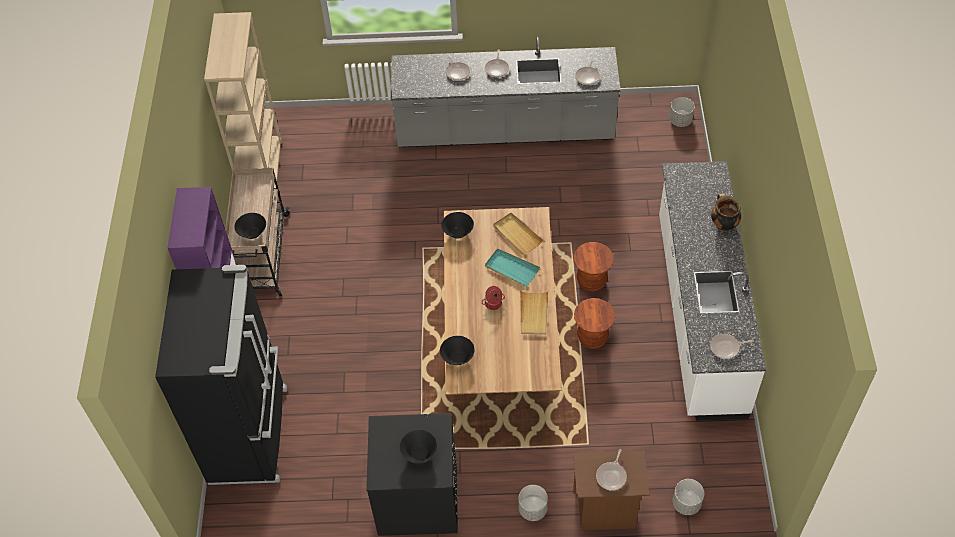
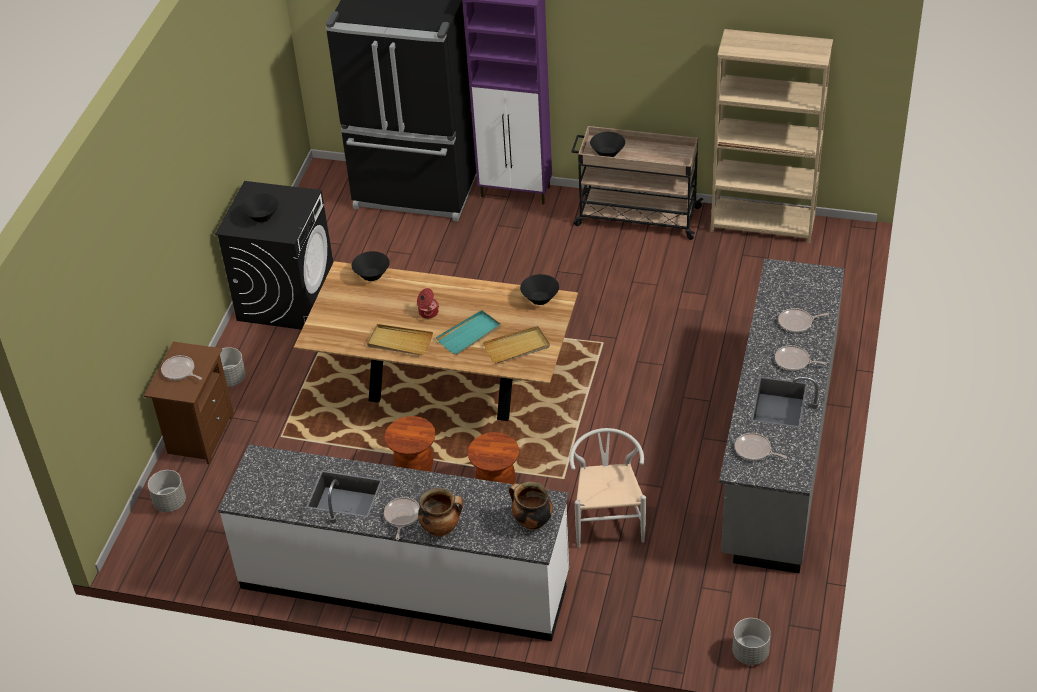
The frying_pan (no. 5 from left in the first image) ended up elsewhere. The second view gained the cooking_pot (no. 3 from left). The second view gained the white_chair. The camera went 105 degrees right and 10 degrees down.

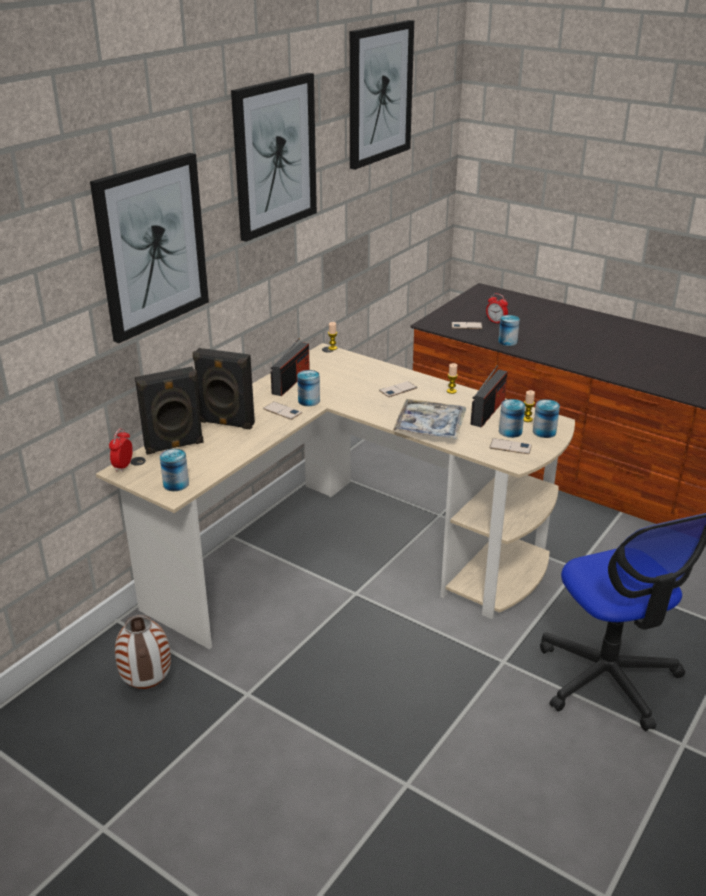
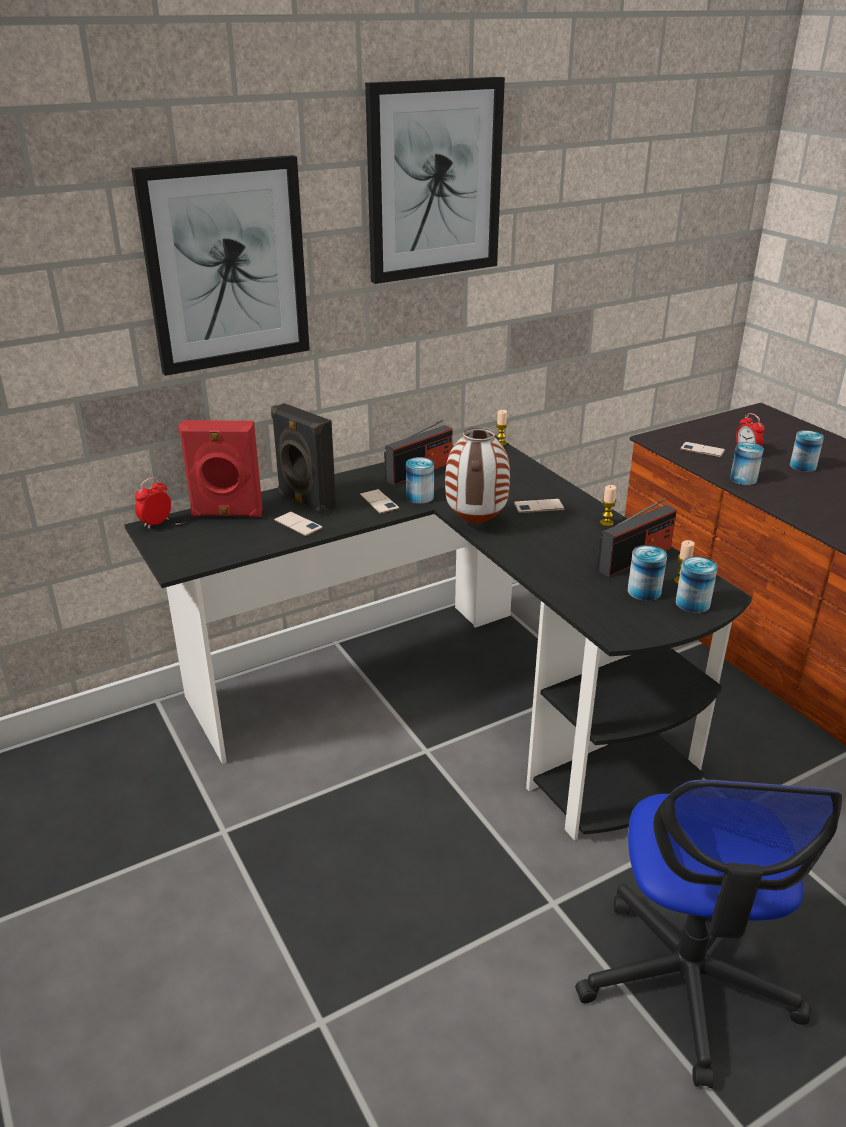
What was the beige_desk turned into the black_desk. What was the black_speaker (no. 1 from left) turned into the red_speaker. The phone (no. 4 from left in the first image) ended up elsewhere. The vase ended up elsewhere. The can (no. 1 from left in the first image) ended up elsewhere. The second view lost the picture (no. 3 from left). The second view lost the tray. The camera went 25 degrees right and 0 degrees up.

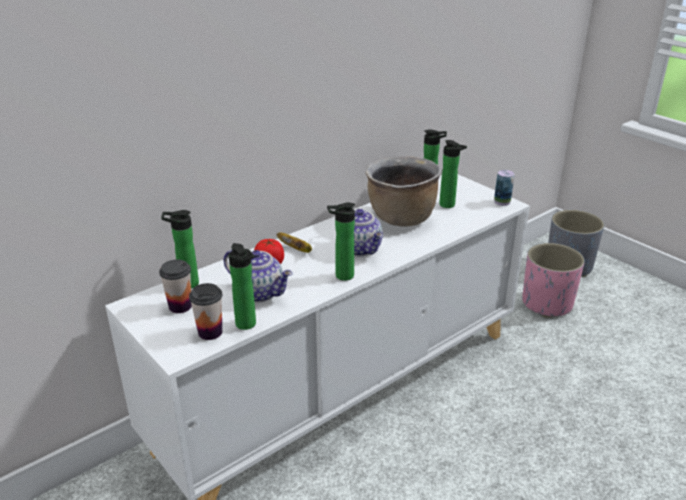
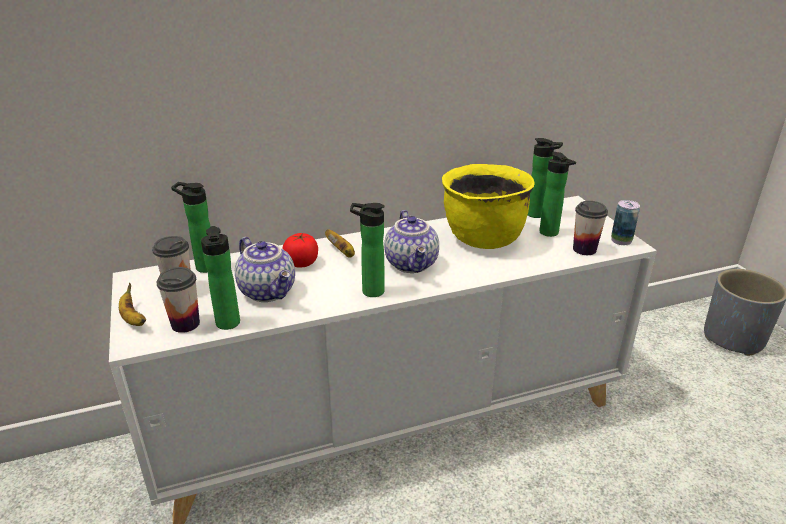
The second view gained the banana (no. 1 from left). What was the brown_cooking_pot turned into the yellow_cooking_pot. The second view gained the cup (no. 3 from left). The second view lost the pink_planter. The camera went 20 degrees right and 0 degrees up.

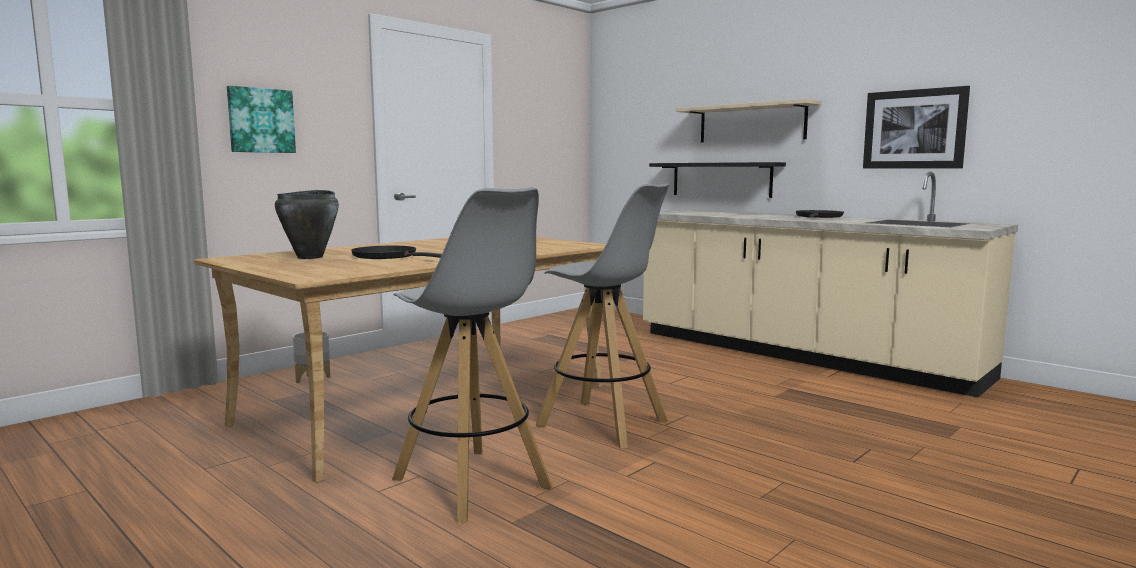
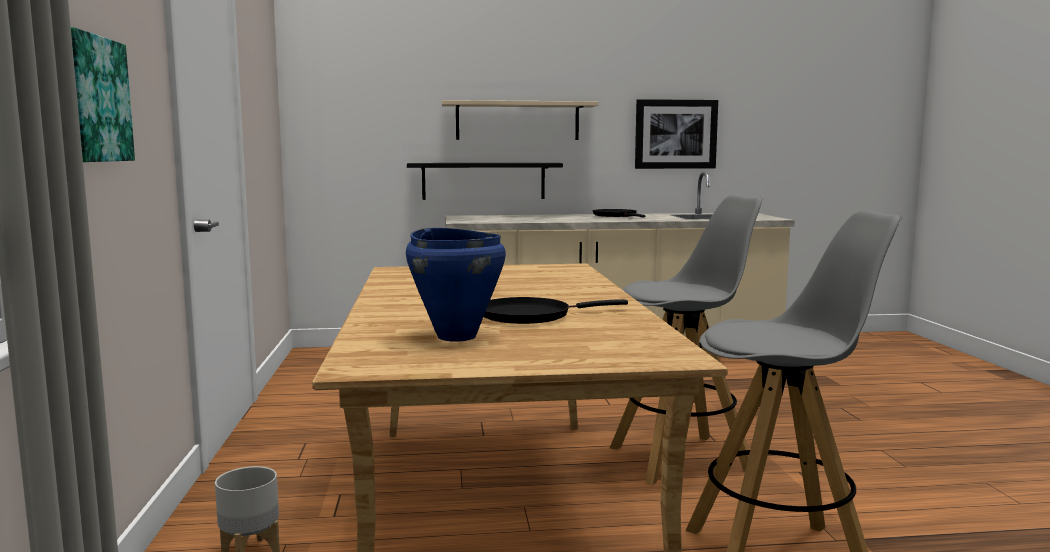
What was the black_cooking_pot turned into the blue_cooking_pot. The camera went 50 degrees left and 0 degrees up.

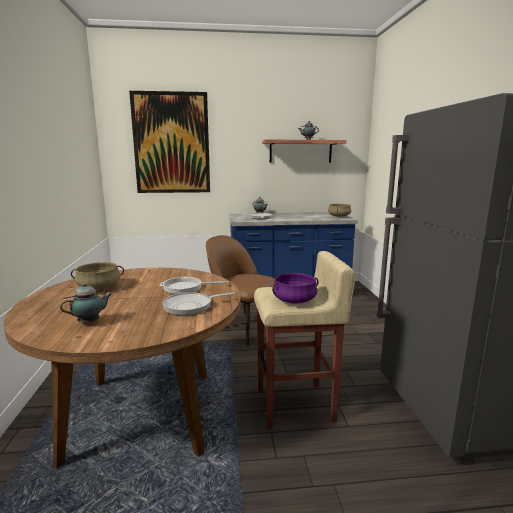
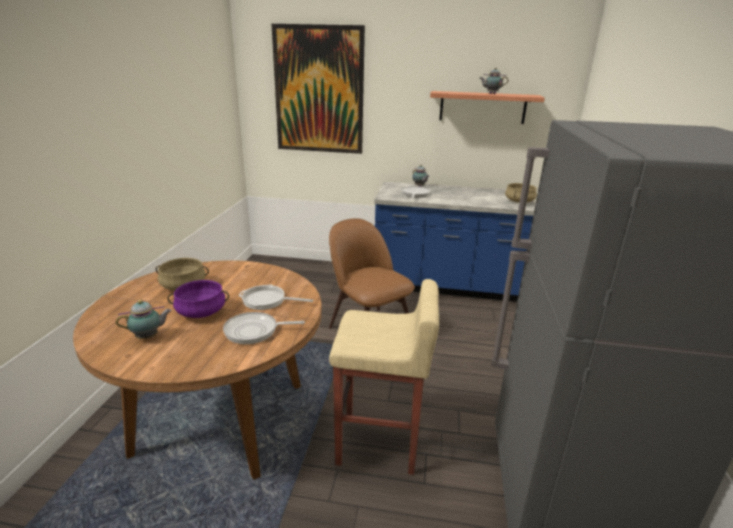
The purple_cooking_pot ended up elsewhere. The camera went 15 degrees right and 10 degrees up.

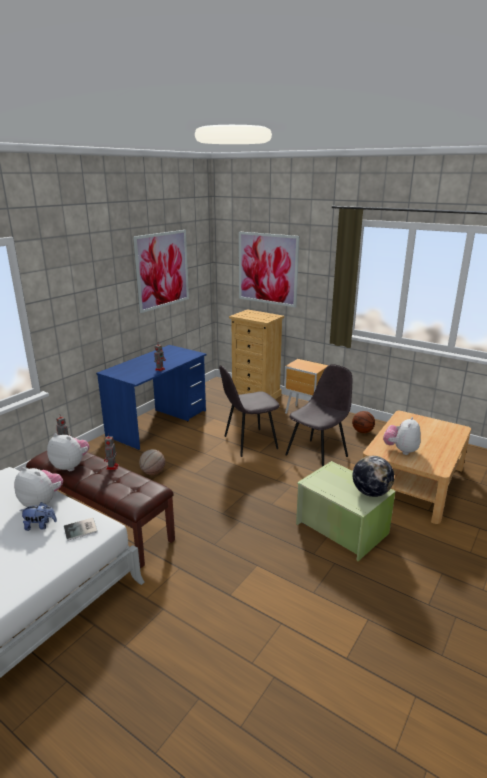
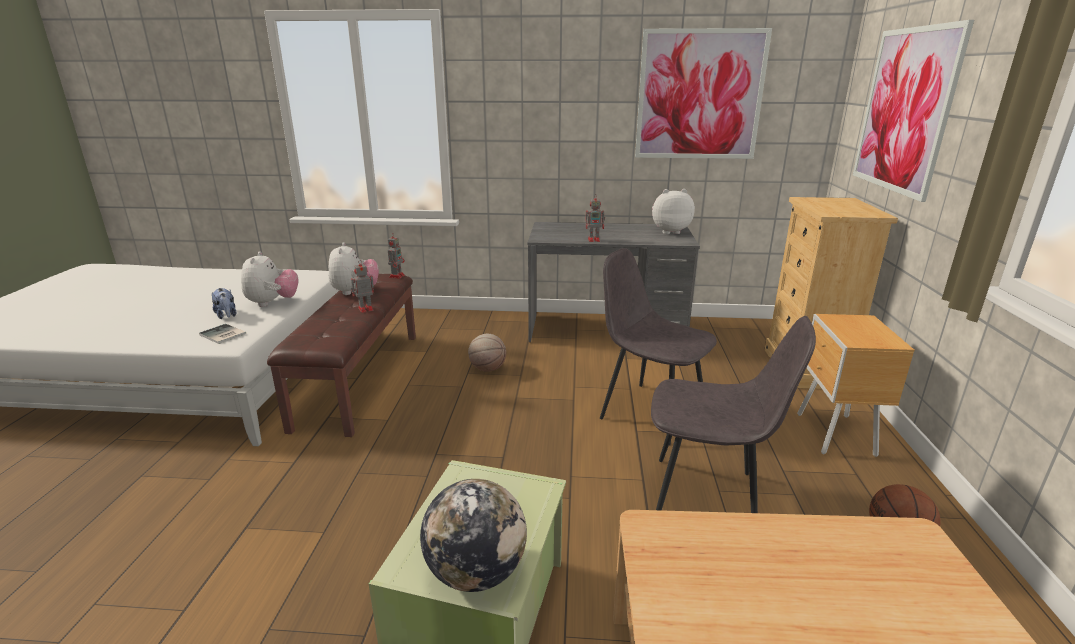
What was the blue_desk turned into the grey_desk. The plush_toy (no. 4 from left) ended up elsewhere. The camera went 60 degrees right and 0 degrees up.

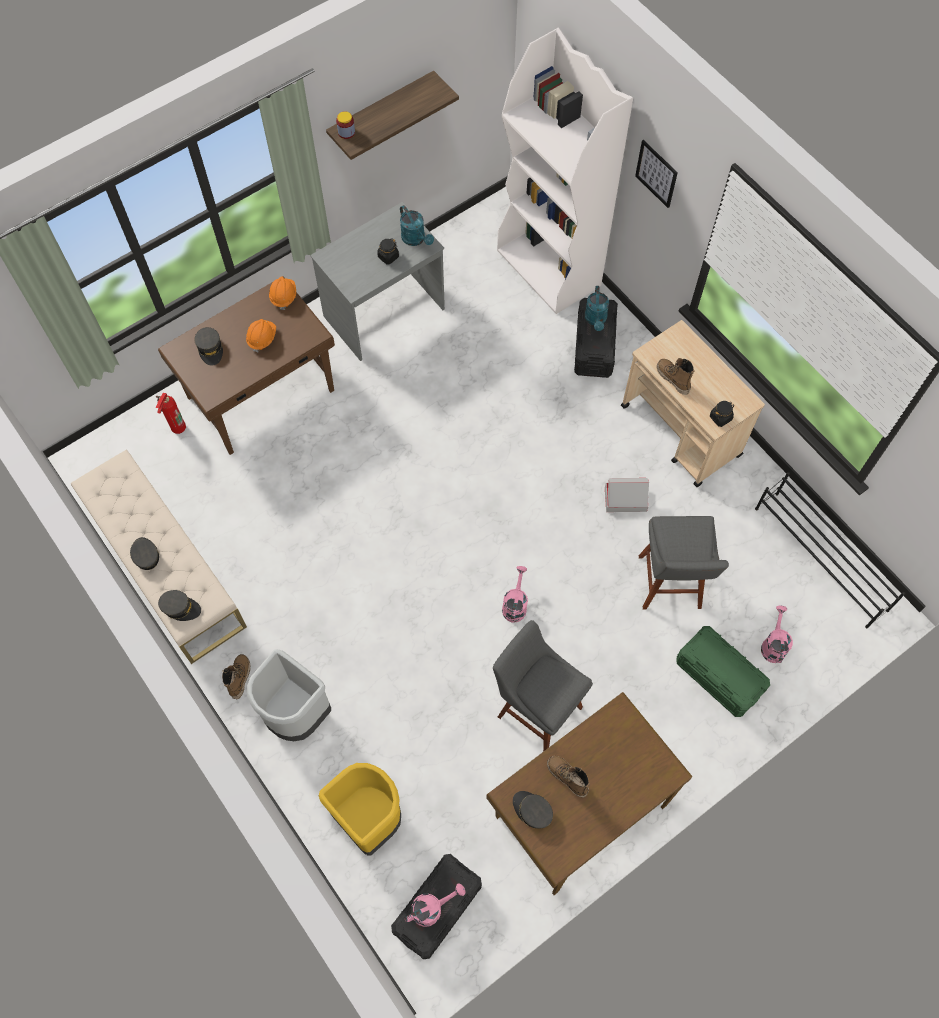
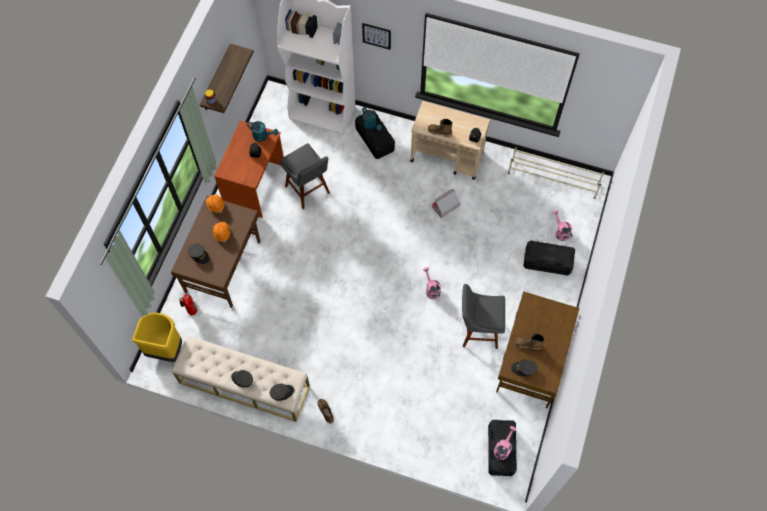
The yellow_trash_can ended up elsewhere. What was the grey_desk turned into the brown_desk (no. 2 from left). The grey_stool (no. 2 from left in the first image) ended up elsewhere. What was the black_shoe_rack turned into the beige_shoe_rack. What was the green_storage_box turned into the black_storage_box (no. 3 from left). The second view lost the grey_trash_can. The camera went 35 degrees left and 0 degrees up.

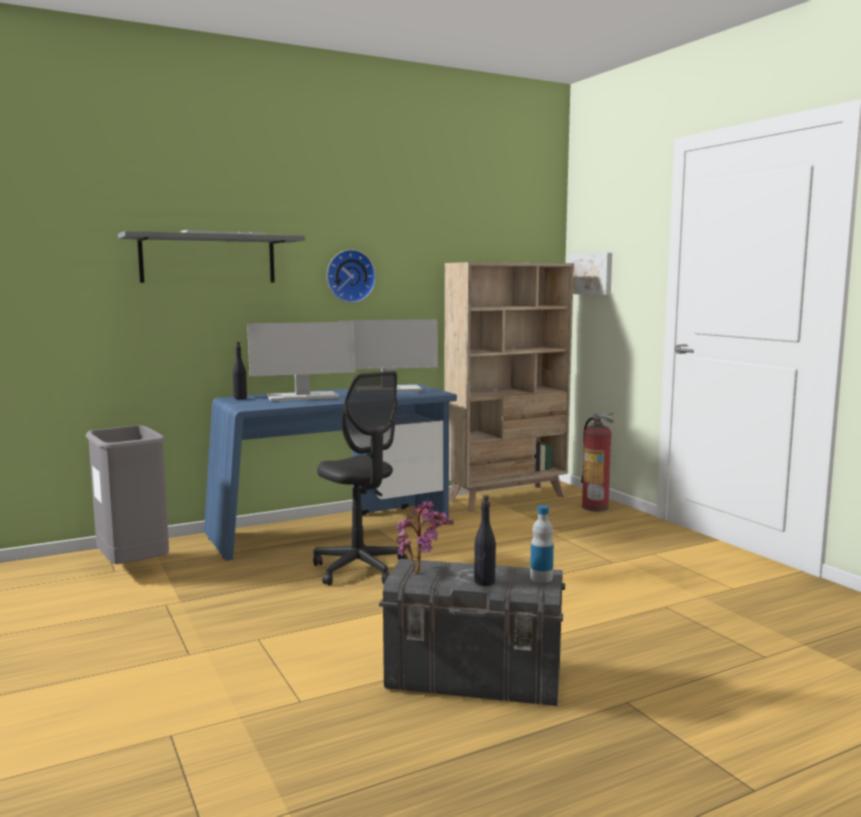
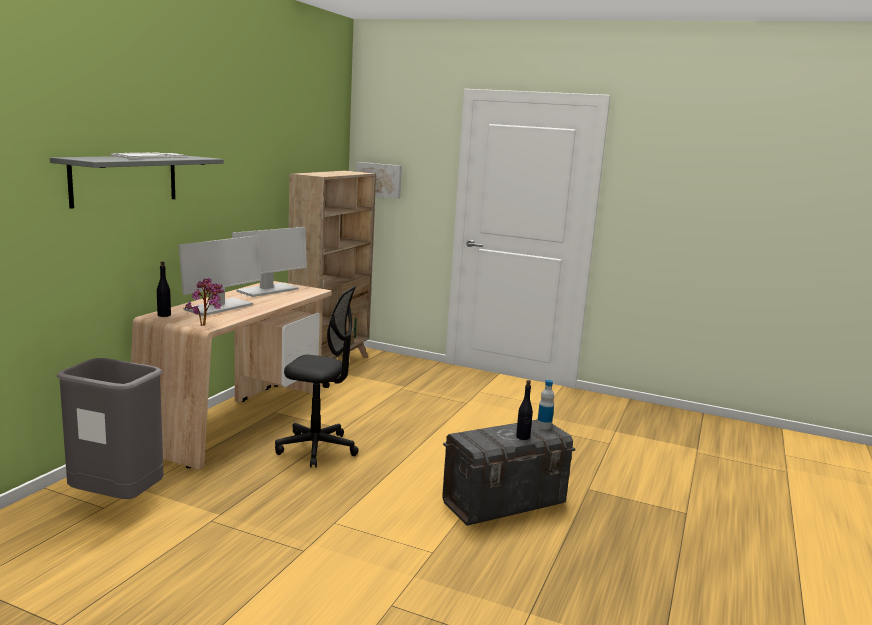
What was the blue_desk turned into the beige_desk. The potted_plant ended up elsewhere. The second view lost the wall_clock. The second view lost the fire_extinguisher. The camera went 40 degrees left and 5 degrees up.

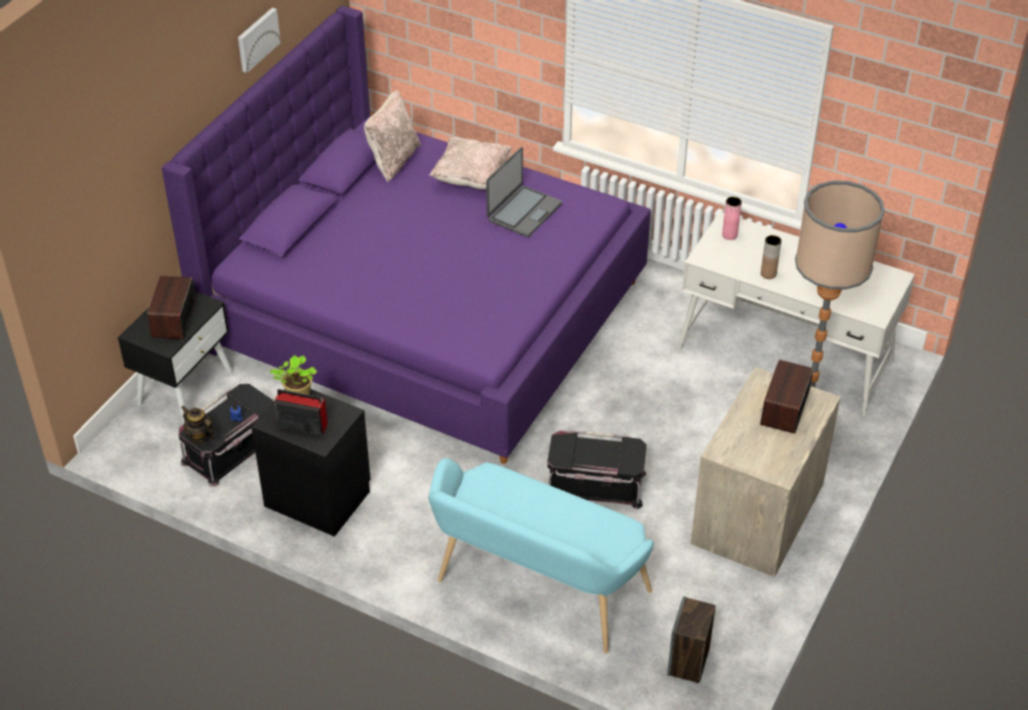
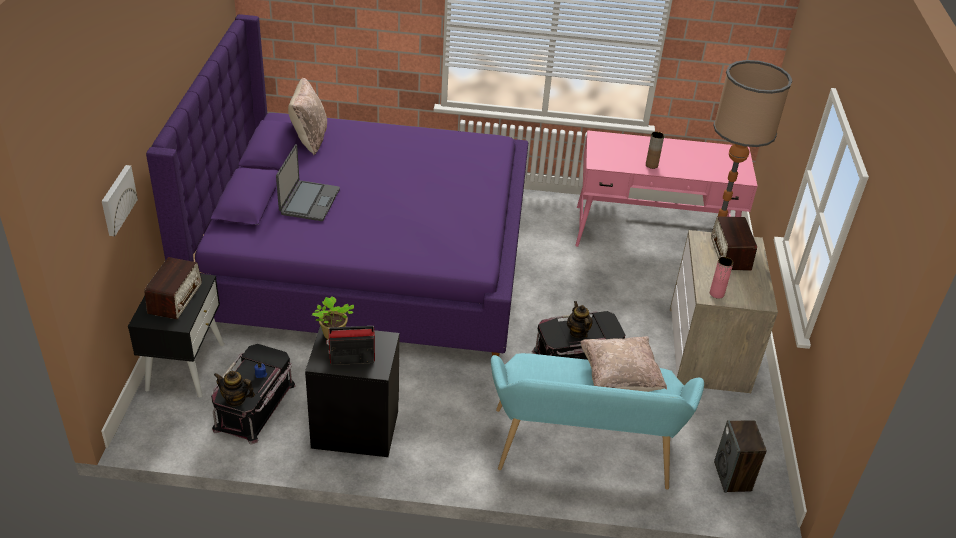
The picture ended up elsewhere. The radio (no. 1 from left) ended up facing another way, 150 degrees counterclockwise from before. The laptop ended up elsewhere. The second view gained the teapot (no. 2 from left). What was the white_desk turned into the pink_desk. The beige_pillow (no. 2 from left) ended up elsewhere. The pink_vase ended up elsewhere. The camera went 25 degrees left and 5 degrees down.

